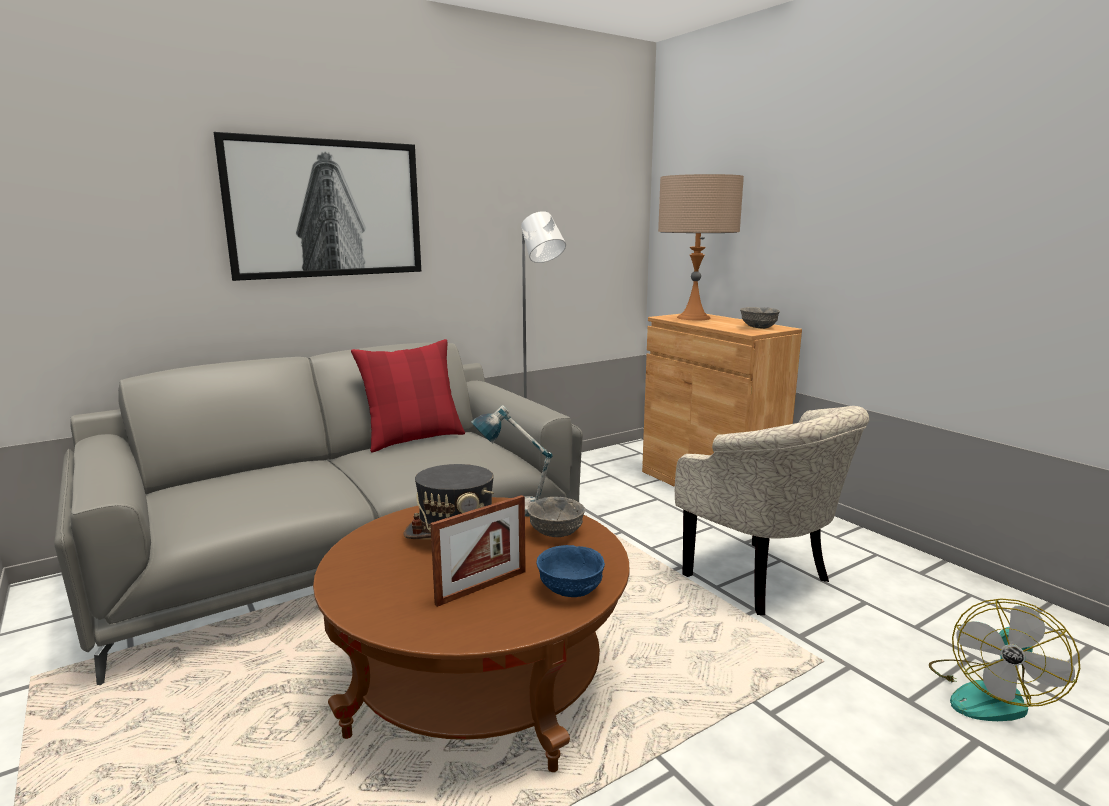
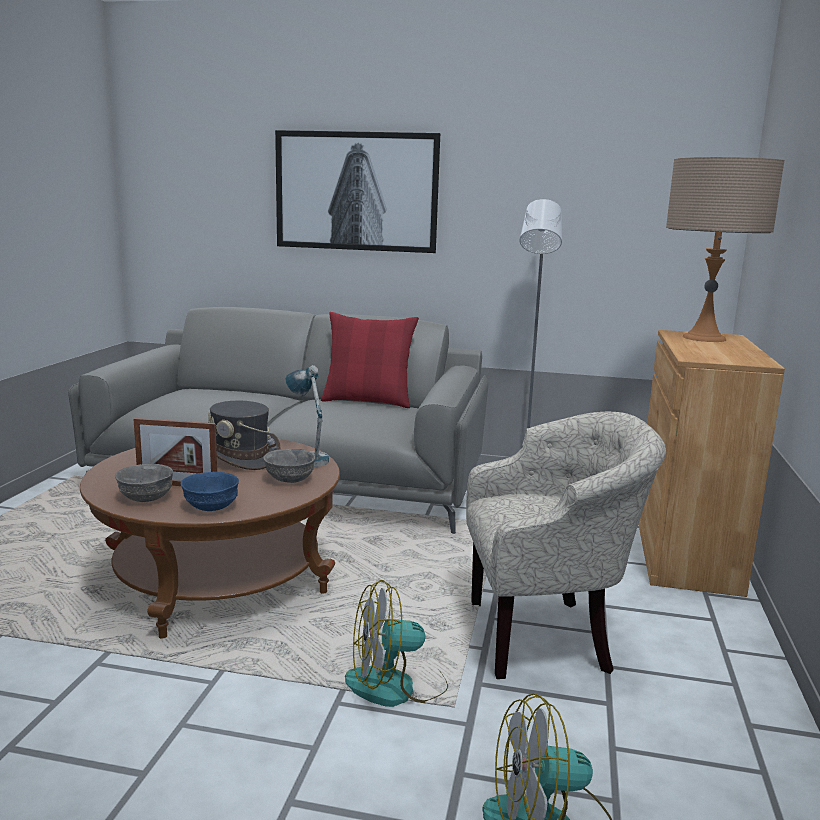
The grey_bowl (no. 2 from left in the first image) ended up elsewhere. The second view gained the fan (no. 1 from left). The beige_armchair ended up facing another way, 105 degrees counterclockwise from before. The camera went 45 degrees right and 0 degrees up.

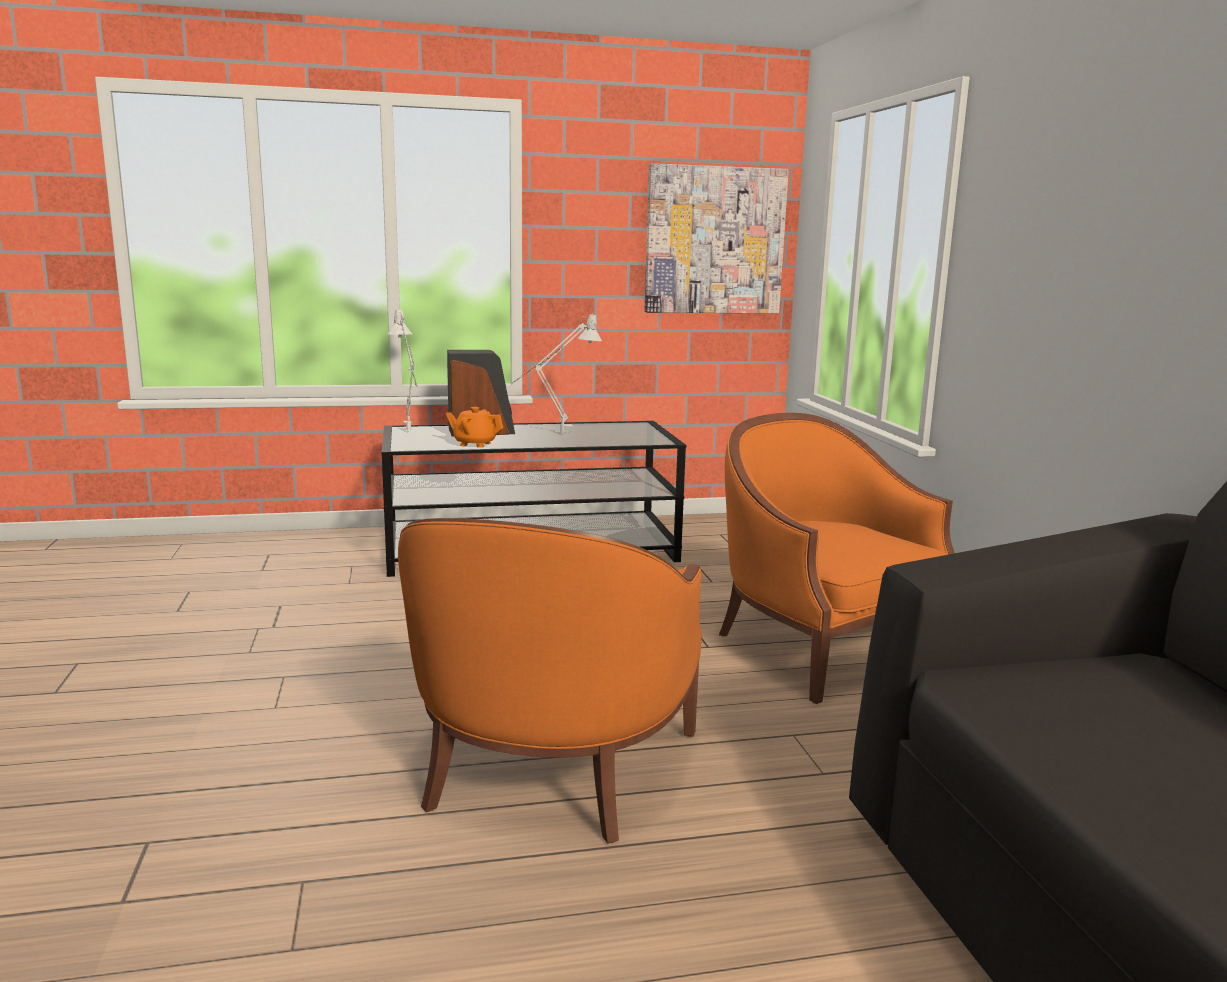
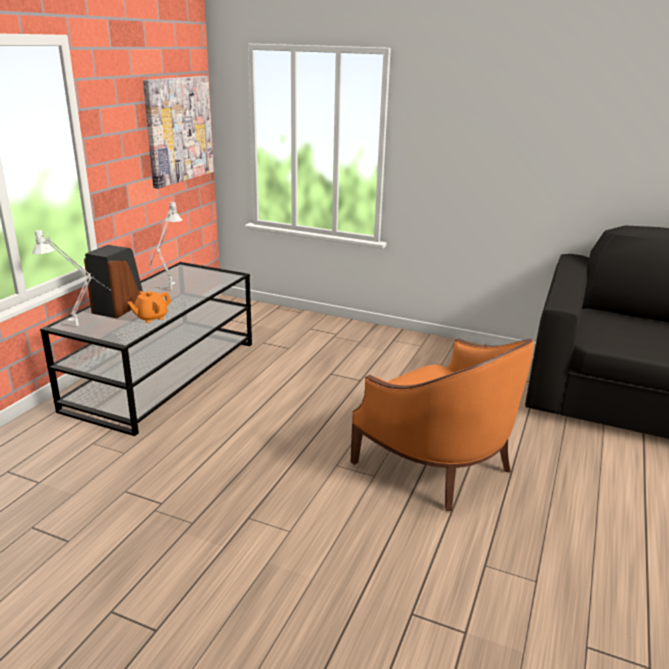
The second view lost the orange_armchair (no. 2 from left). The camera went 55 degrees left and 10 degrees up.

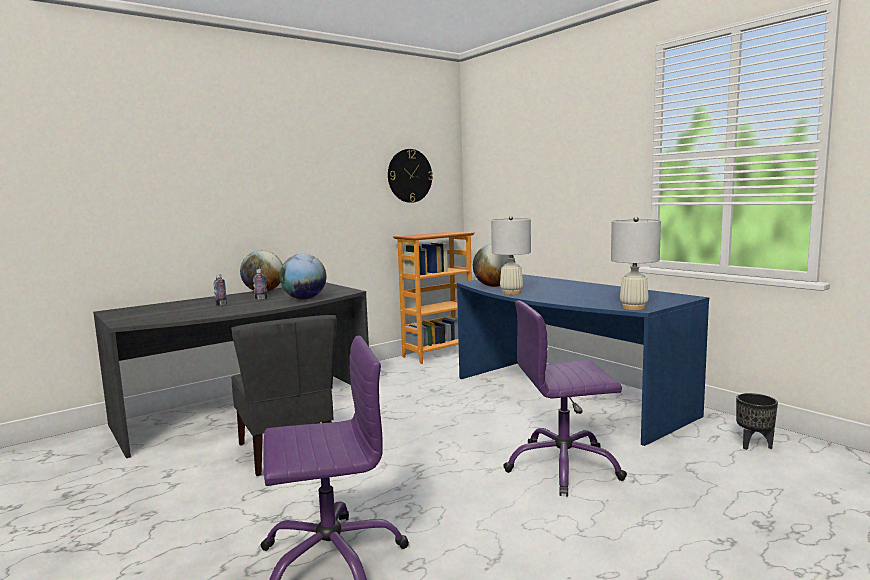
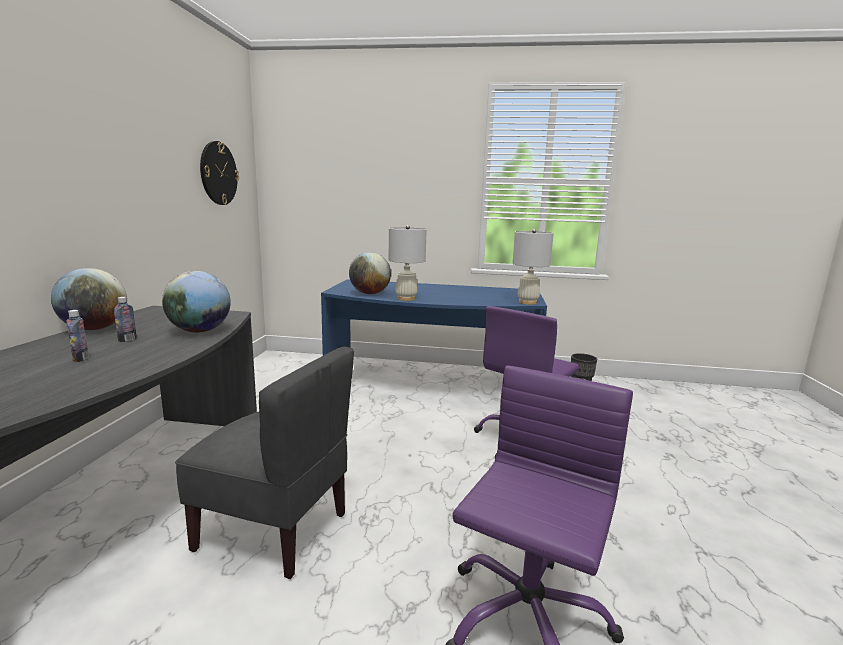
The second view lost the bookcase. The camera went 45 degrees left and 5 degrees up.

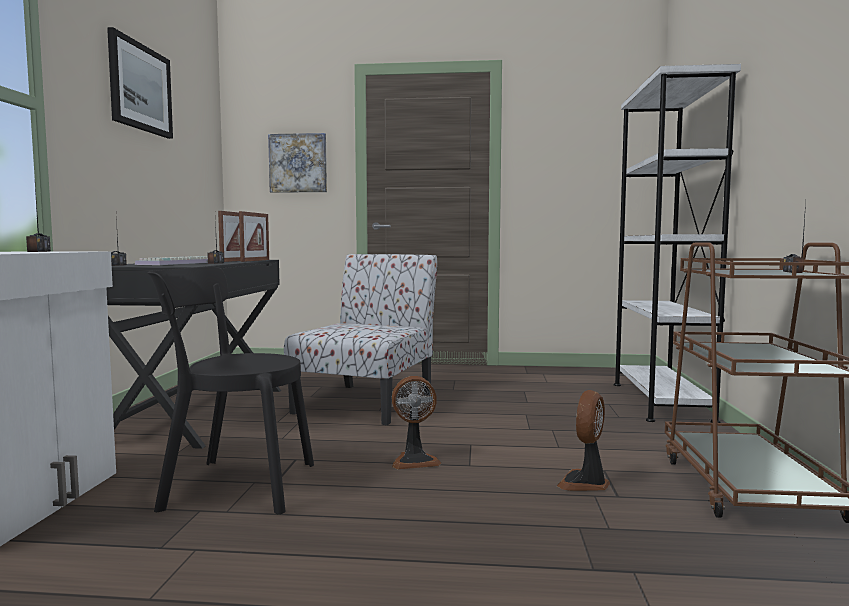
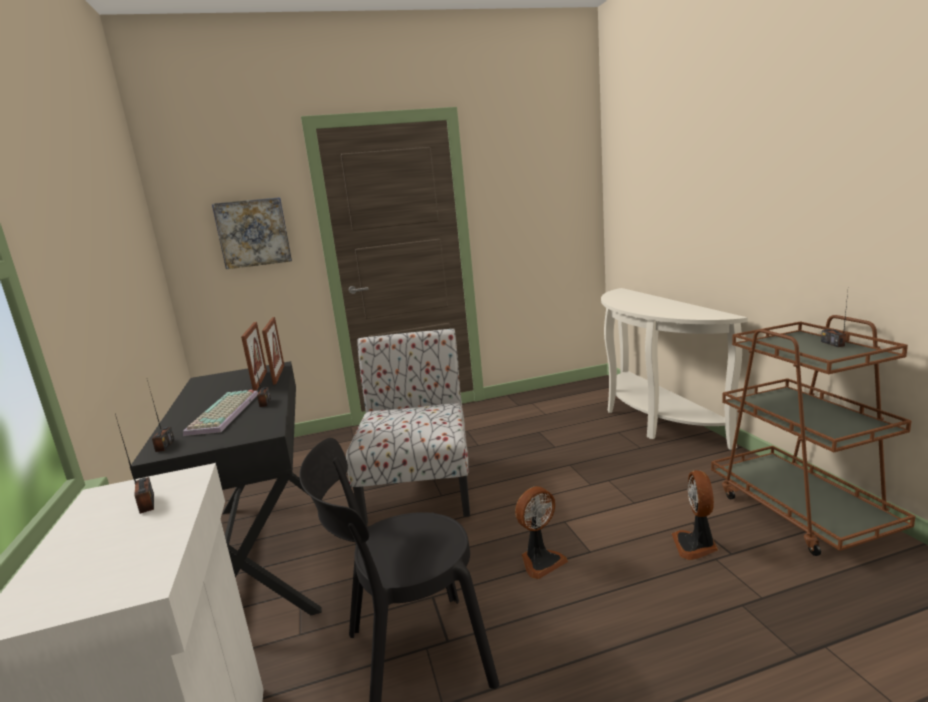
Where the white_bookcase stood, the white_console_table came to stand. The second view lost the picture (no. 1 from left). The camera went 20 degrees left and 10 degrees up.

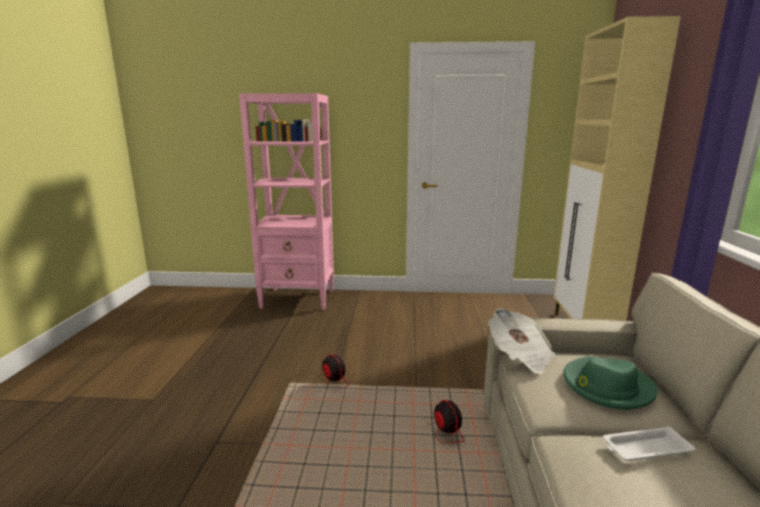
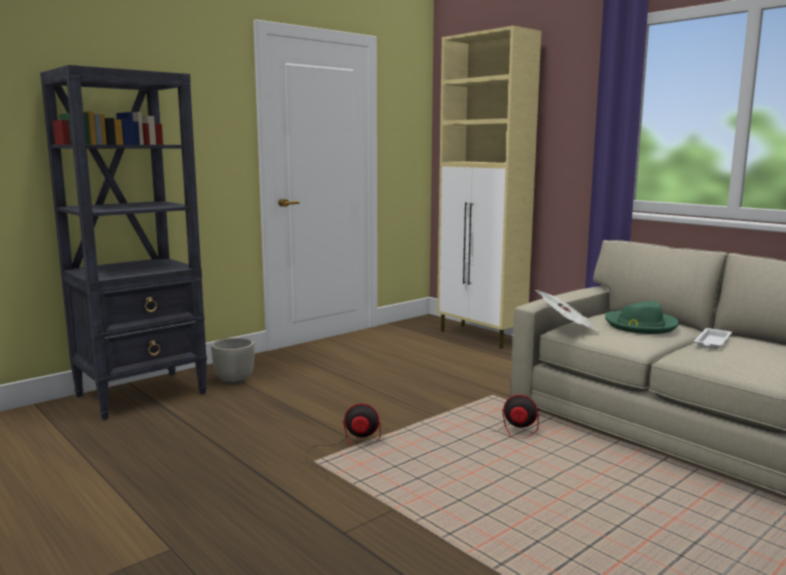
What was the pink_bookcase turned into the black_bookcase. The second view gained the grey_planter. The camera went 45 degrees left and 5 degrees down.

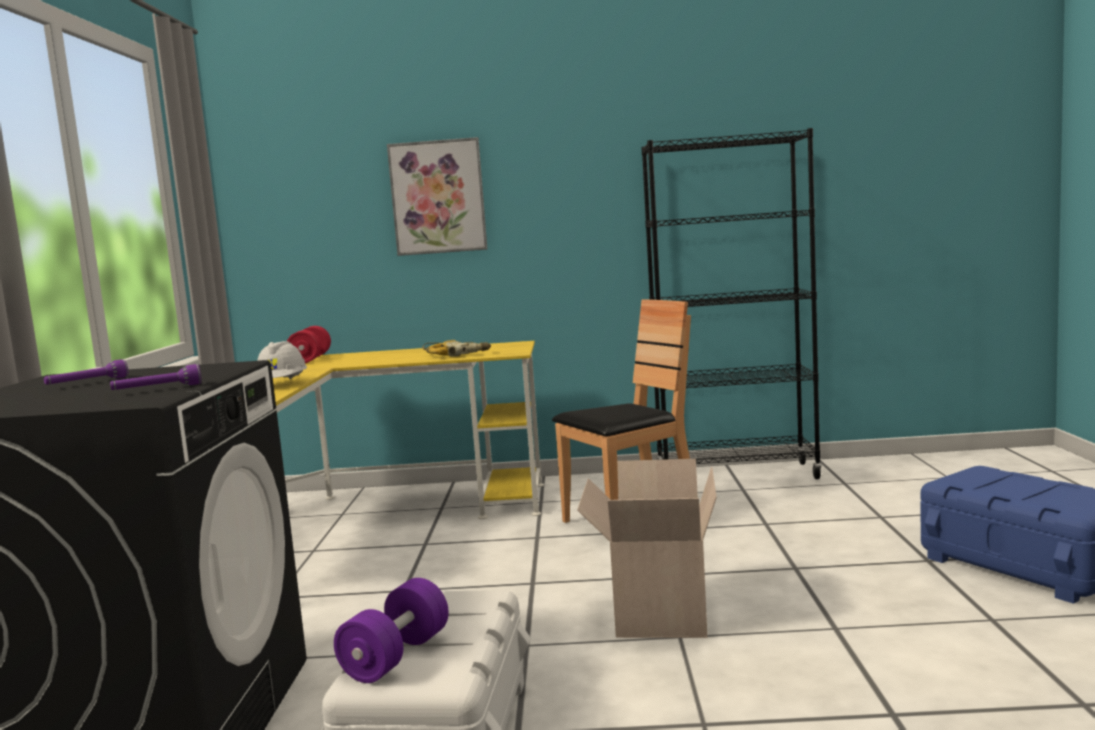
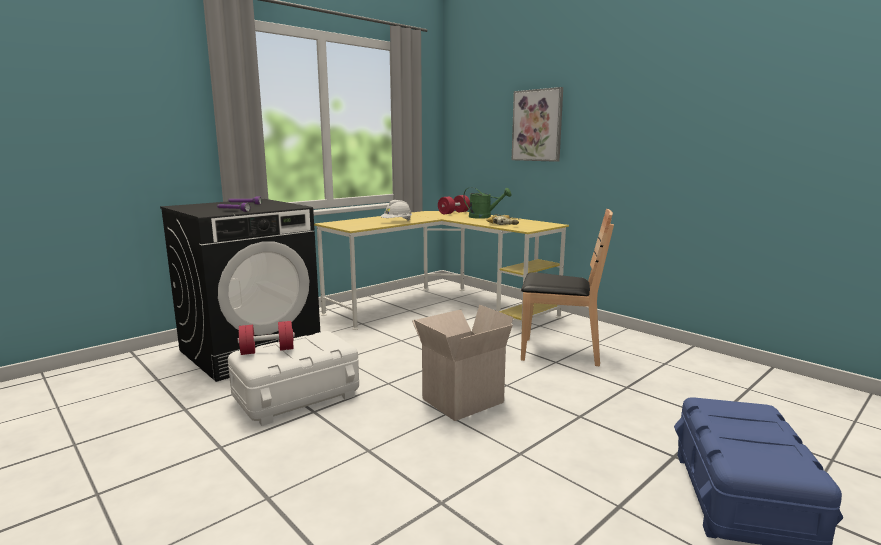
What was the purple_dumbbell turned into the red_dumbbell (no. 1 from left). The second view gained the green_watering_can. The second view lost the black_bookcase. The camera went 45 degrees right and 5 degrees up.

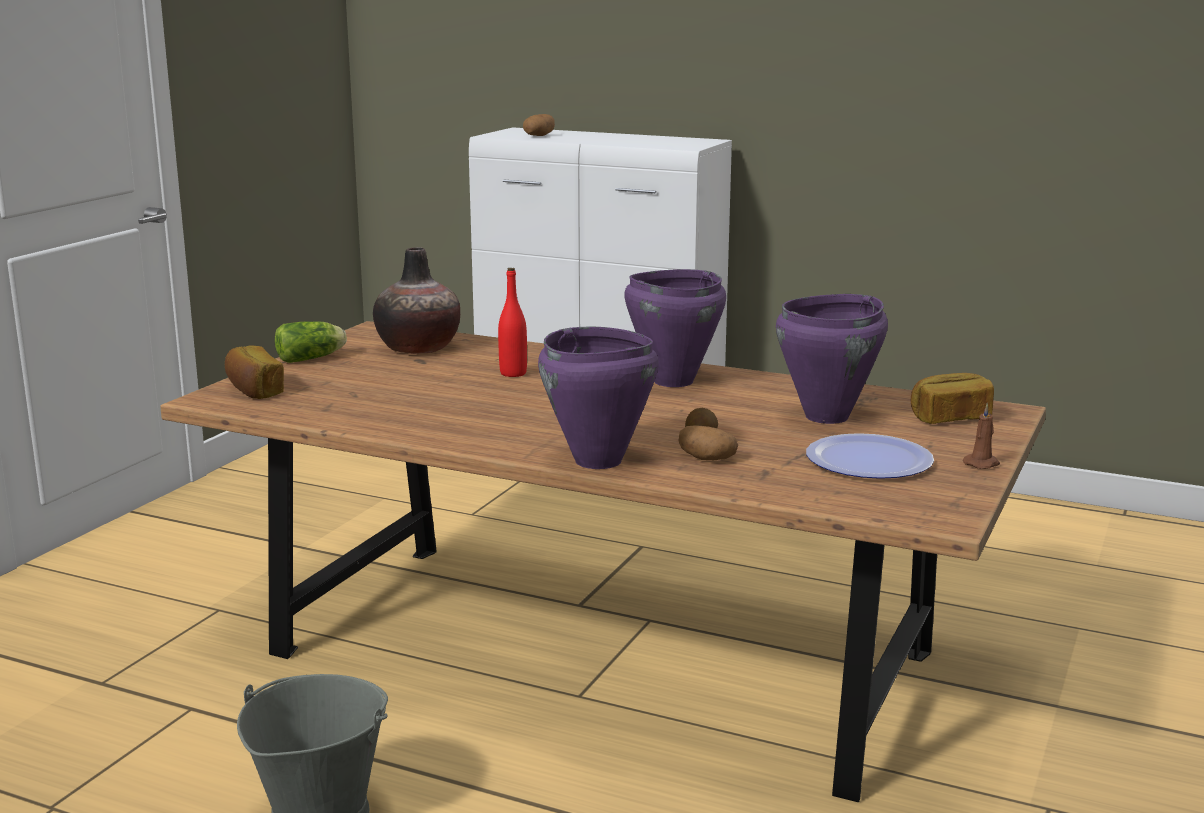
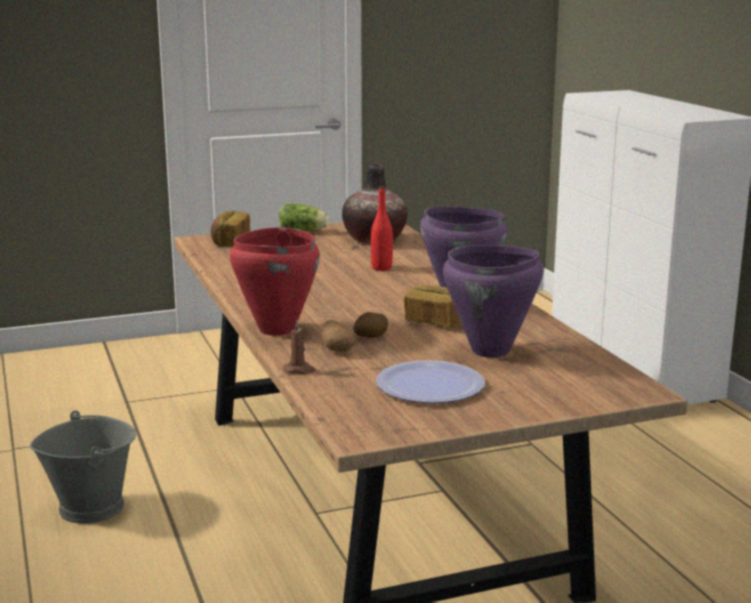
What was the purple_cooking_pot (no. 1 from left) turned into the red_cooking_pot. The brown_candle ended up elsewhere. The bread (no. 2 from left) ended up elsewhere. The second view lost the potato (no. 1 from left). The camera went 45 degrees right and 0 degrees up.

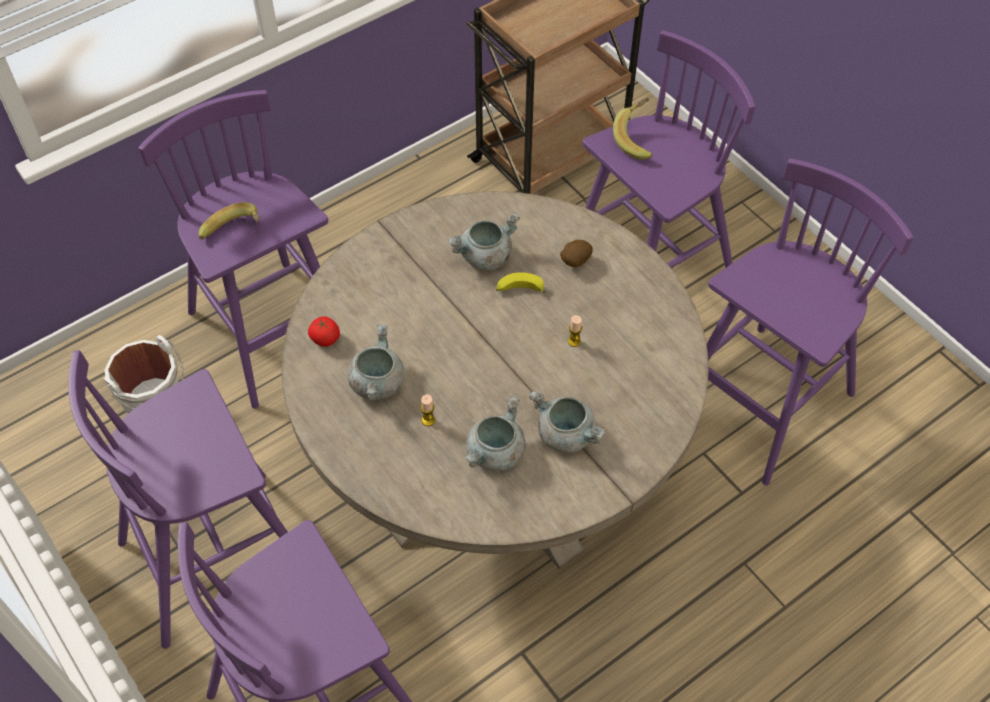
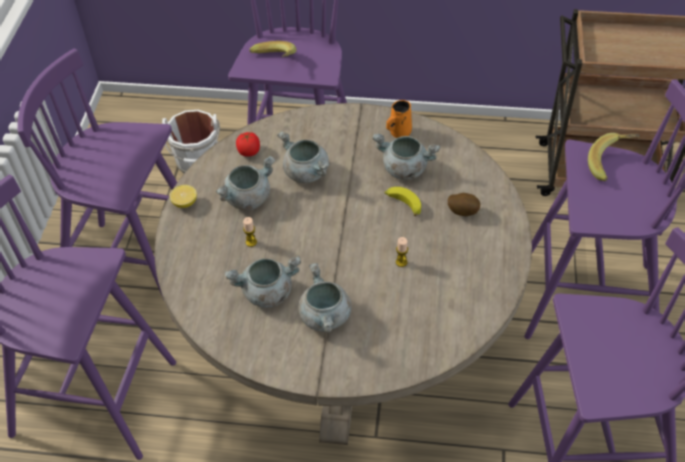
The second view gained the lemon. The second view gained the grey_cooking_pot (no. 3 from left). The second view gained the orange_mug. The camera went 45 degrees right and 5 degrees down.

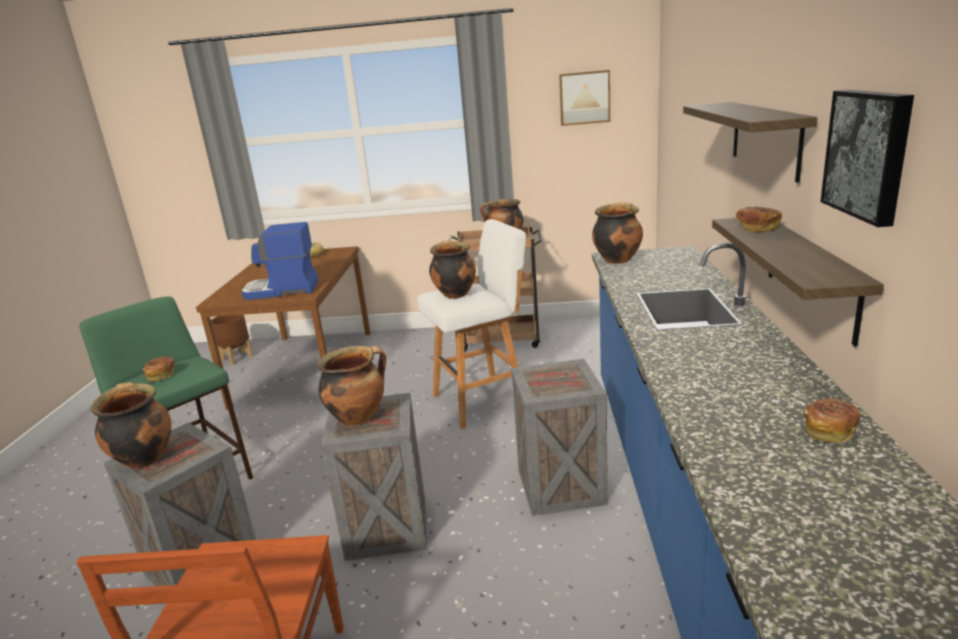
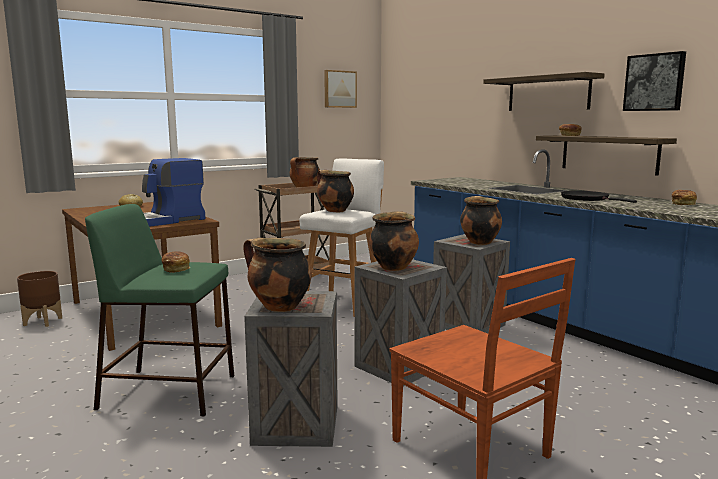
The cooking_pot (no. 5 from left) ended up elsewhere. The second view gained the black_frying_pan. The camera went 40 degrees left and 10 degrees down.

